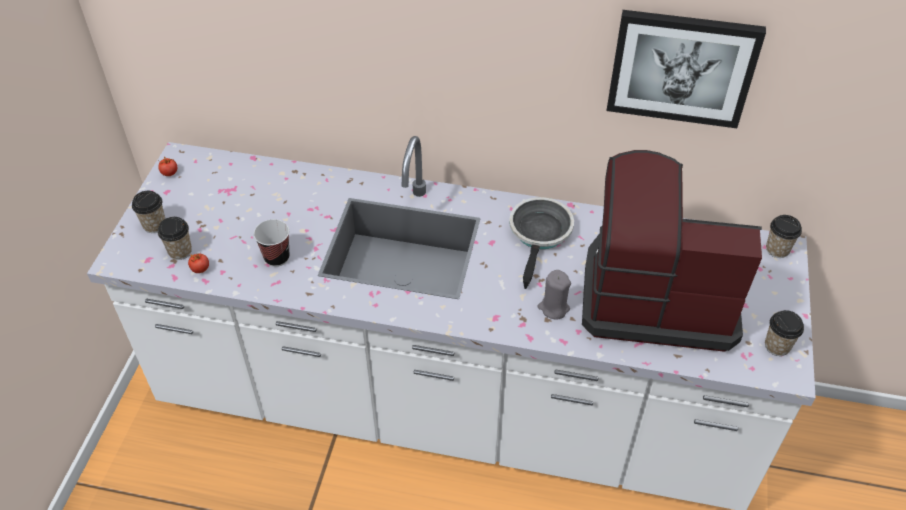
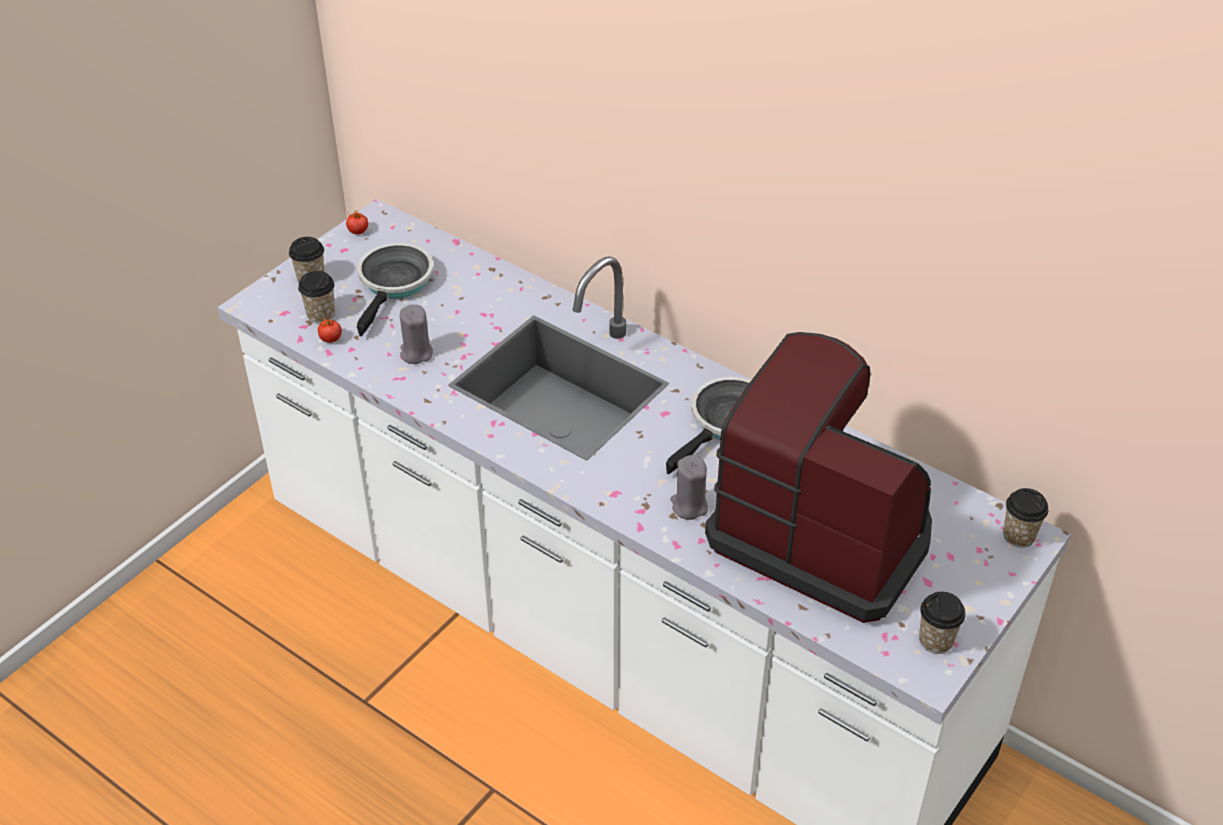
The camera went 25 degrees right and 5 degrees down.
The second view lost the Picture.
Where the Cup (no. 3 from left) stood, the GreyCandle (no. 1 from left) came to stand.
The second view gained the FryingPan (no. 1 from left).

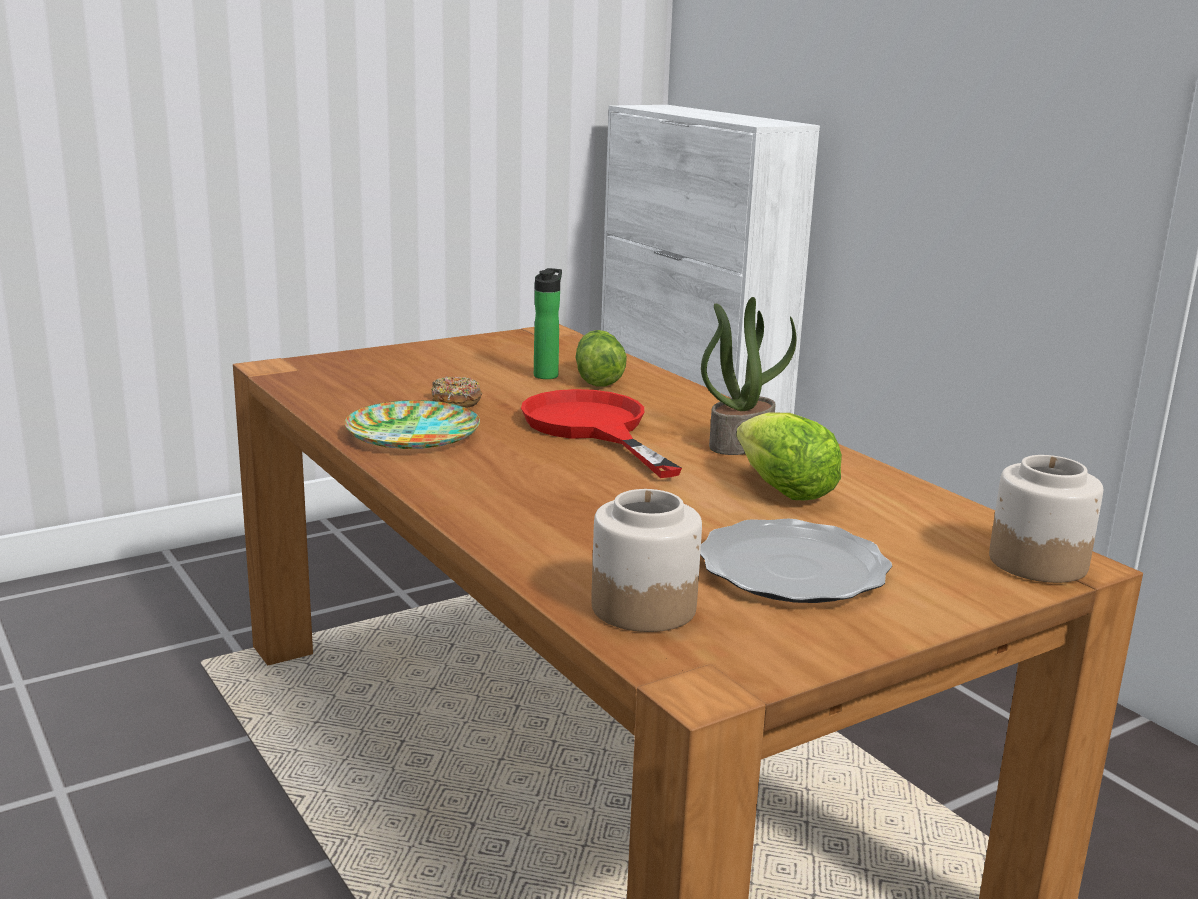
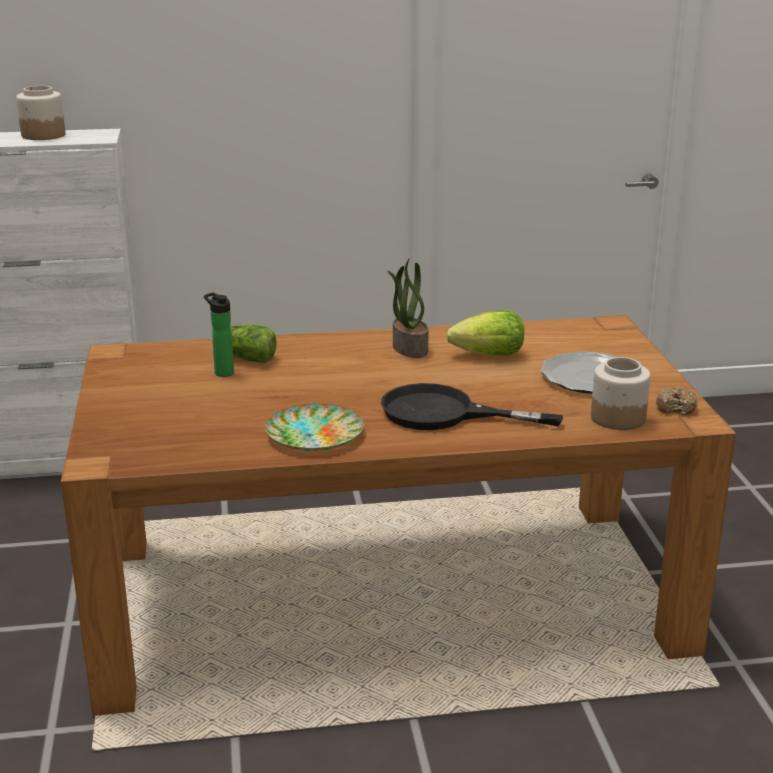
The camera went 65 degrees left and 5 degrees up.
The Donut ended up elsewhere.
The second view lost the RedFryingPan.
The Jar (no. 2 from left in the first image) ended up elsewhere.
The second view gained the BlackFryingPan.

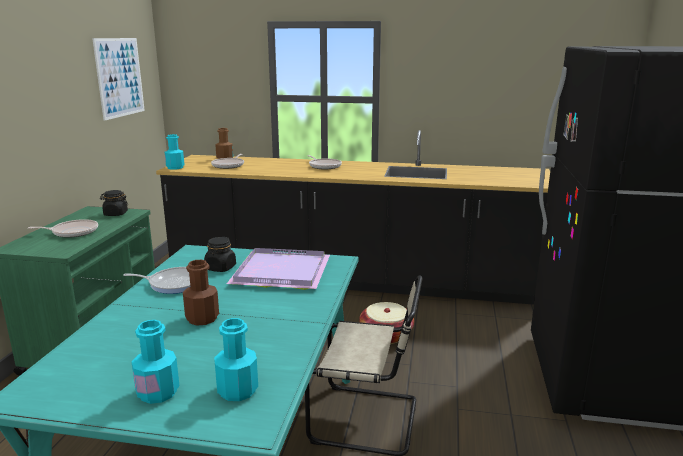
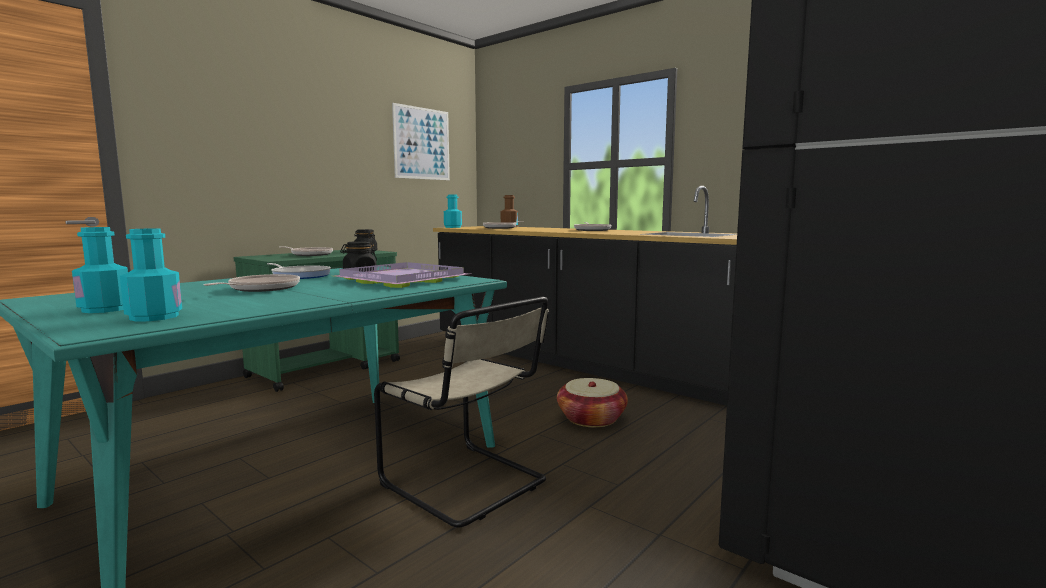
The camera went 30 degrees right and 10 degrees down.
Where the BrownBottle (no. 1 from left) stood, the FryingPan (no. 1 from left) came to stand.

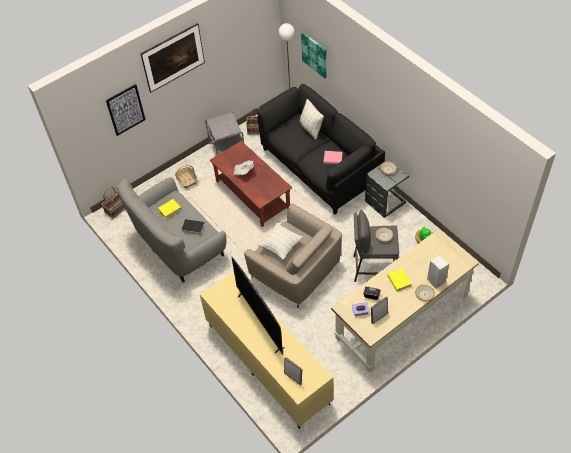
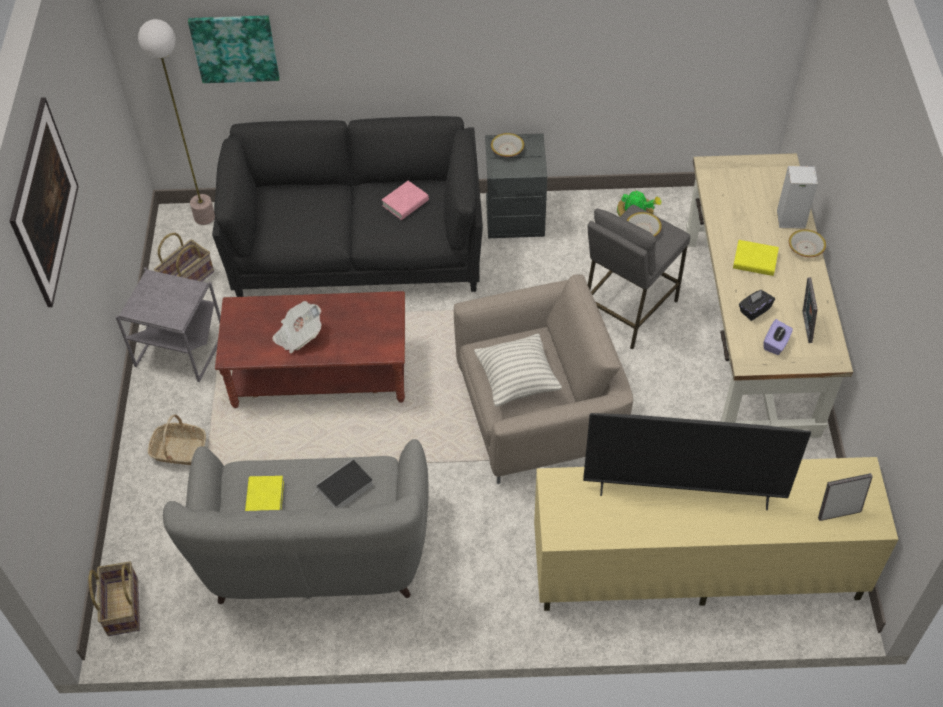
The camera went 55 degrees left and 0 degrees up.
The second view lost the Picture (no. 1 from left).
The second view lost the Pillow (no. 2 from left).

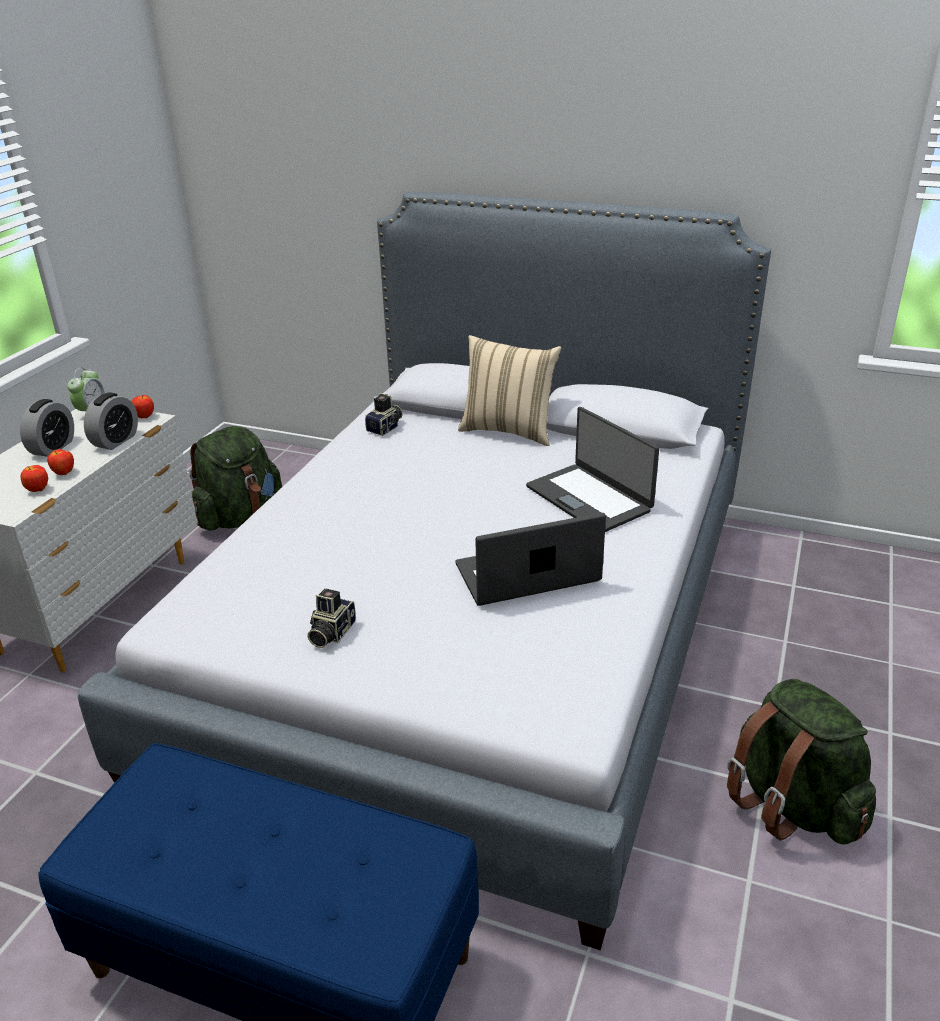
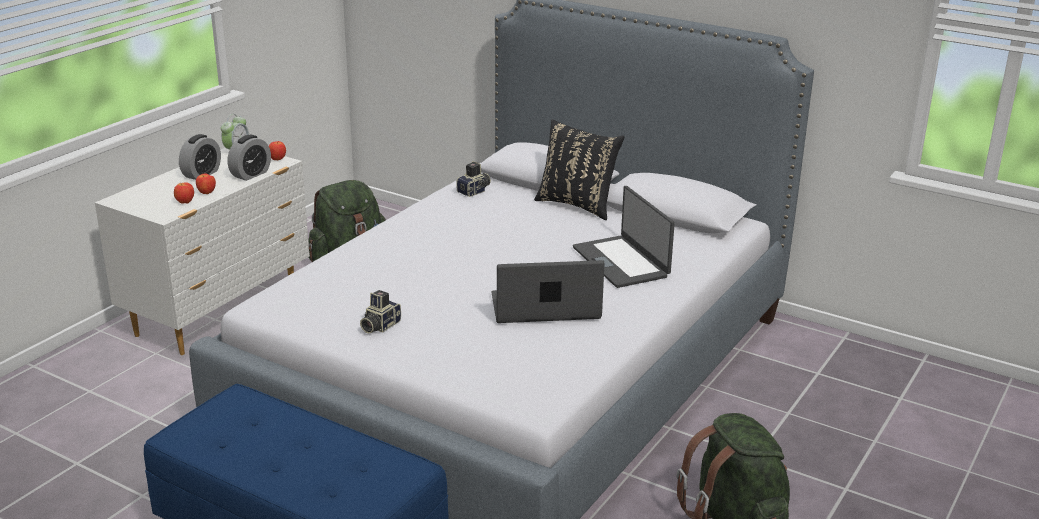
The camera went 10 degrees right and 5 degrees down.
What was the BeigePillow turned into the BlackPillow.

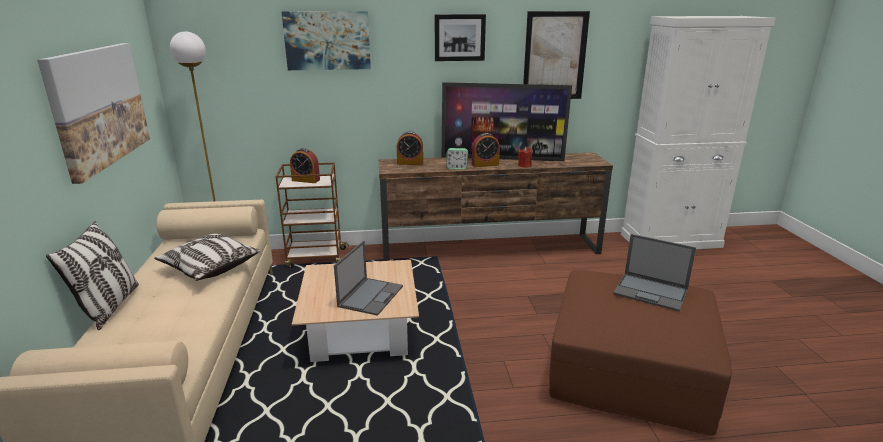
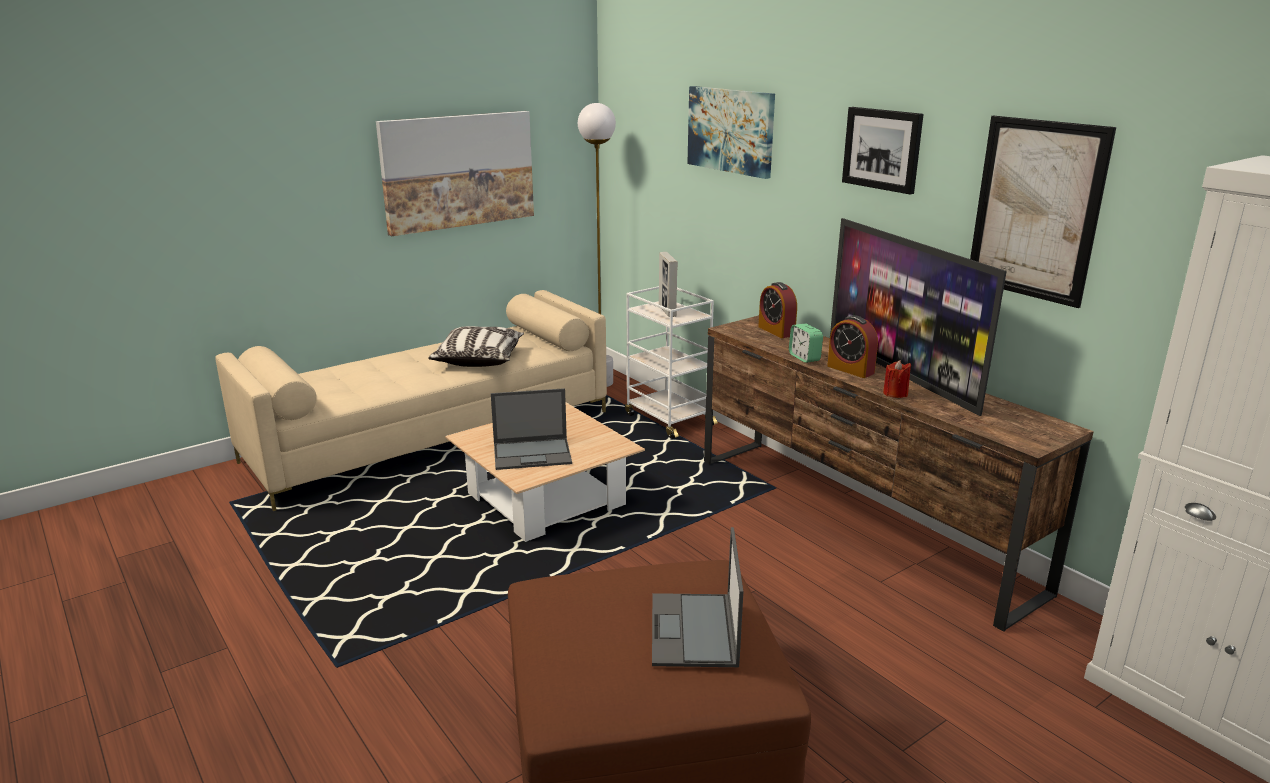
The camera went 60 degrees right and 0 degrees up.
Where the AlarmClock (no. 1 from left) stood, the PictureFrame came to stand.
What was the BrownCart turned into the WhiteCart.
The second view lost the Pillow (no. 1 from left).

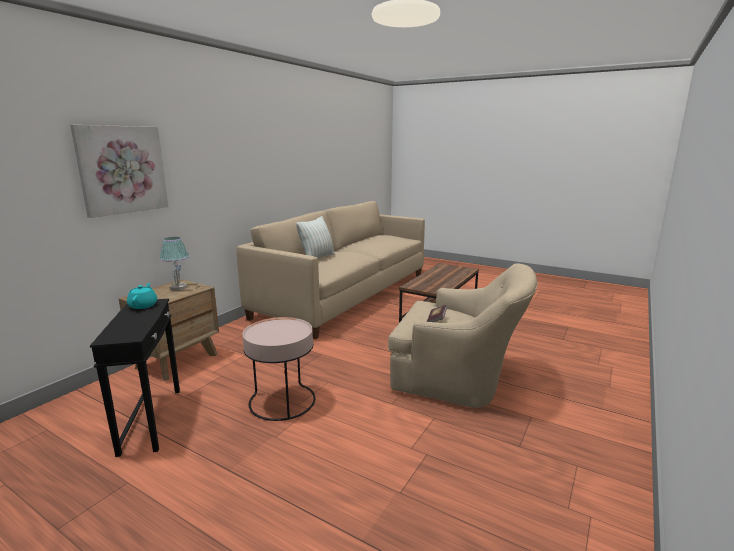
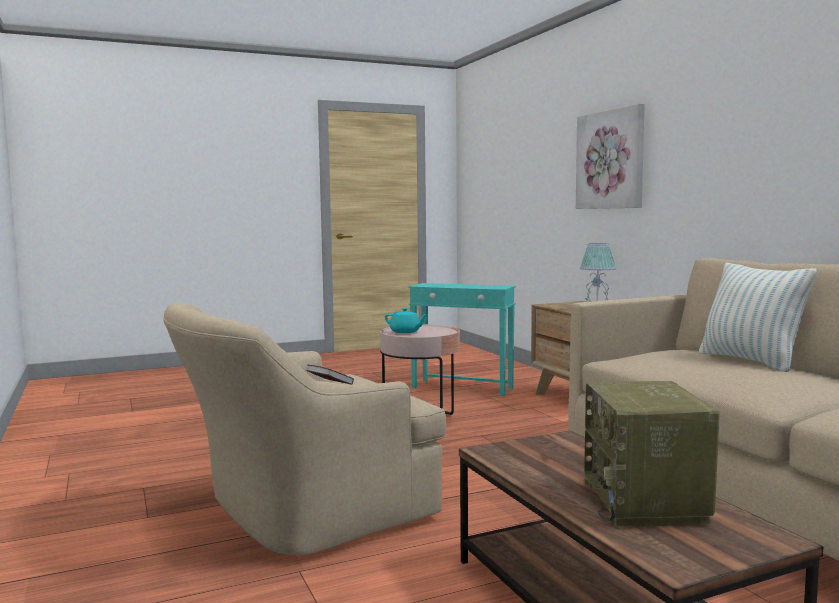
The camera went 125 degrees right and 10 degrees down.
The TurquoiseTeapot ended up elsewhere.
What was the BlackSideTable turned into the TurquoiseSideTable.
The second view gained the Radio.

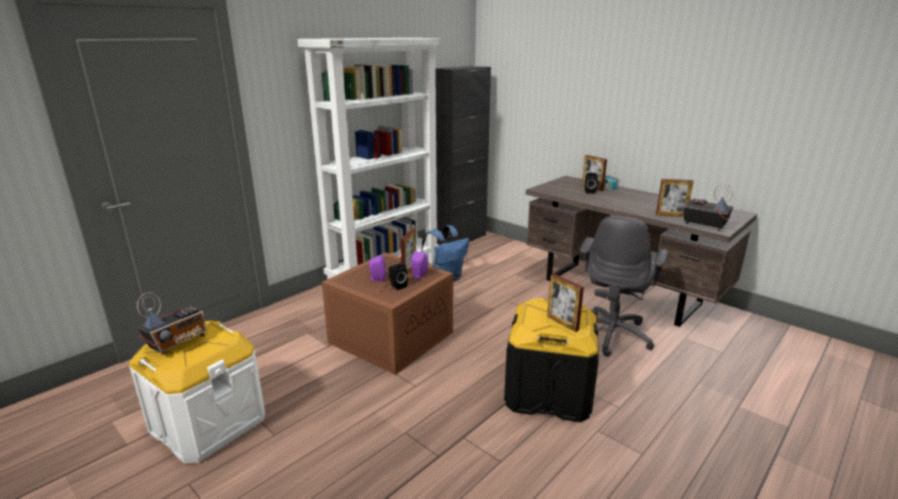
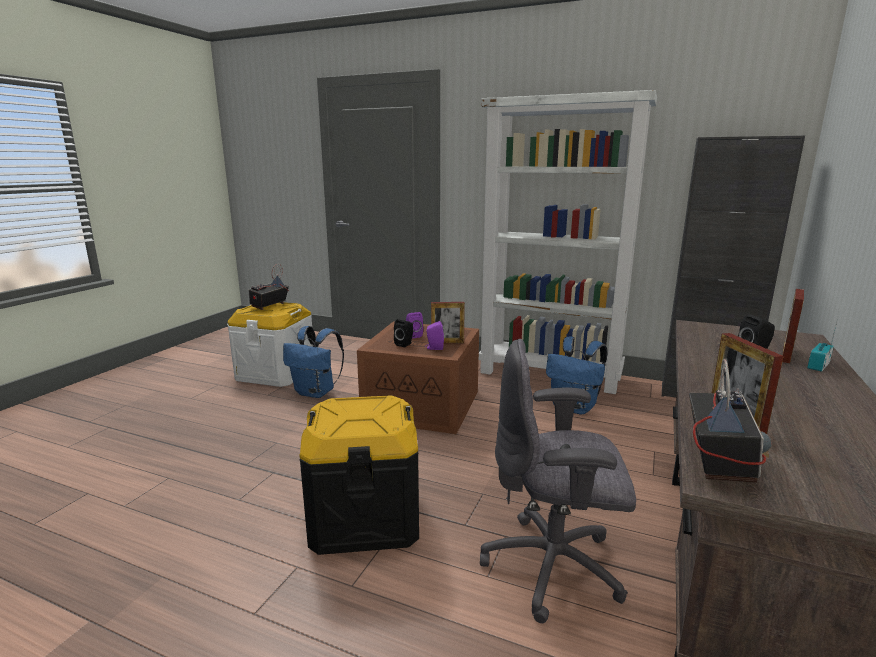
The camera went 70 degrees right and 5 degrees down.
The second view lost the PictureFrame (no. 2 from left).
The Radio (no. 1 from left) ended up facing another way, 105 degrees clockwise from before.
The second view gained the BlueBackpack (no. 1 from left).

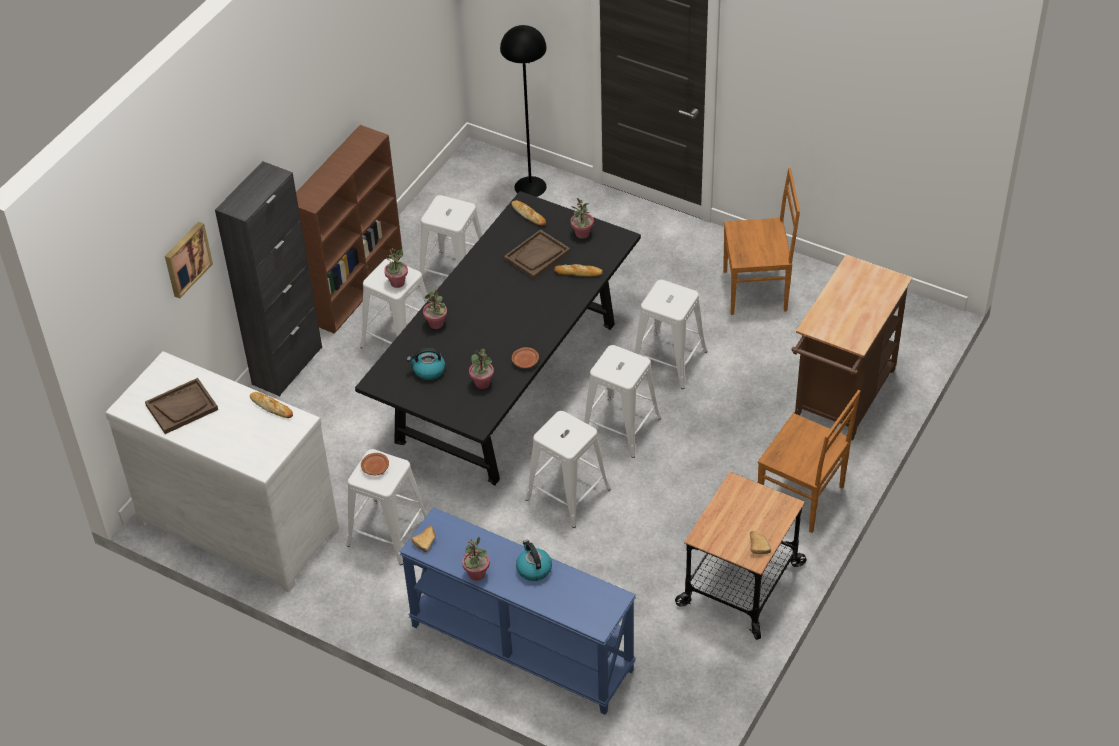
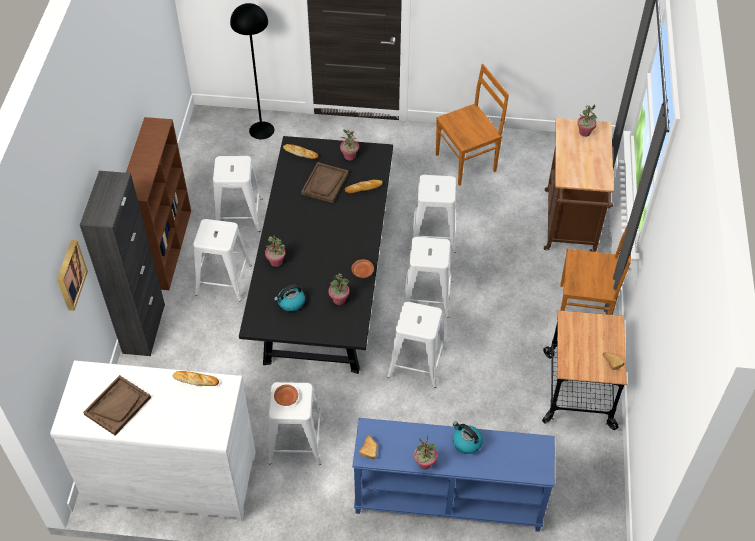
The camera went 25 degrees left and 5 degrees up.
The PottedPlant (no. 1 from left in the first image) ended up elsewhere.

